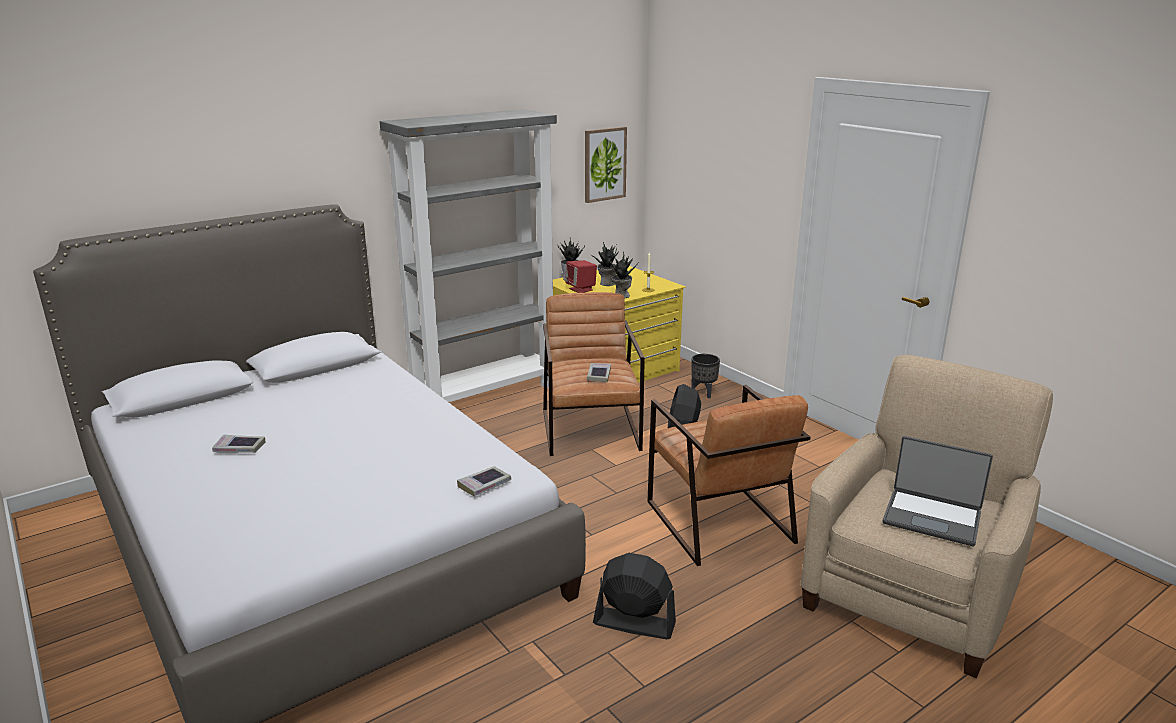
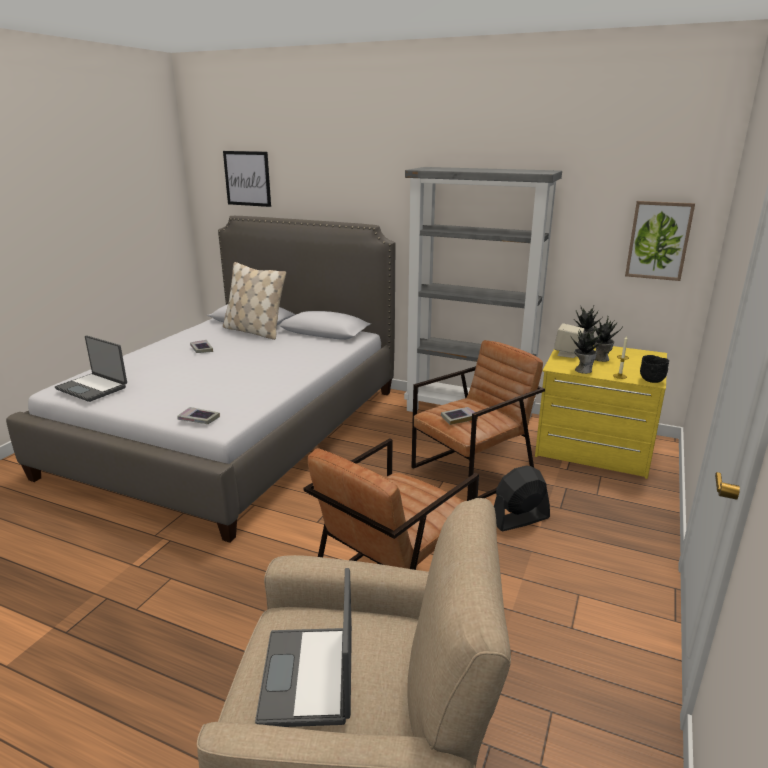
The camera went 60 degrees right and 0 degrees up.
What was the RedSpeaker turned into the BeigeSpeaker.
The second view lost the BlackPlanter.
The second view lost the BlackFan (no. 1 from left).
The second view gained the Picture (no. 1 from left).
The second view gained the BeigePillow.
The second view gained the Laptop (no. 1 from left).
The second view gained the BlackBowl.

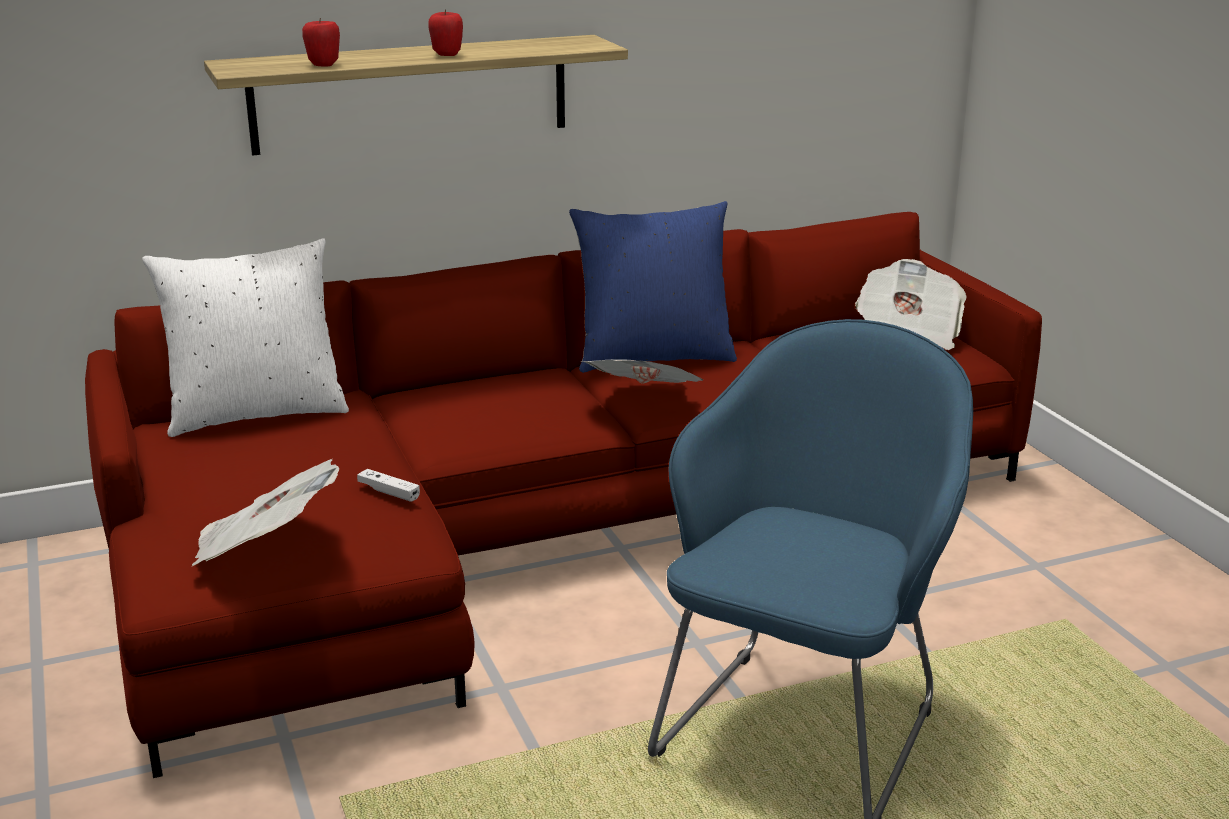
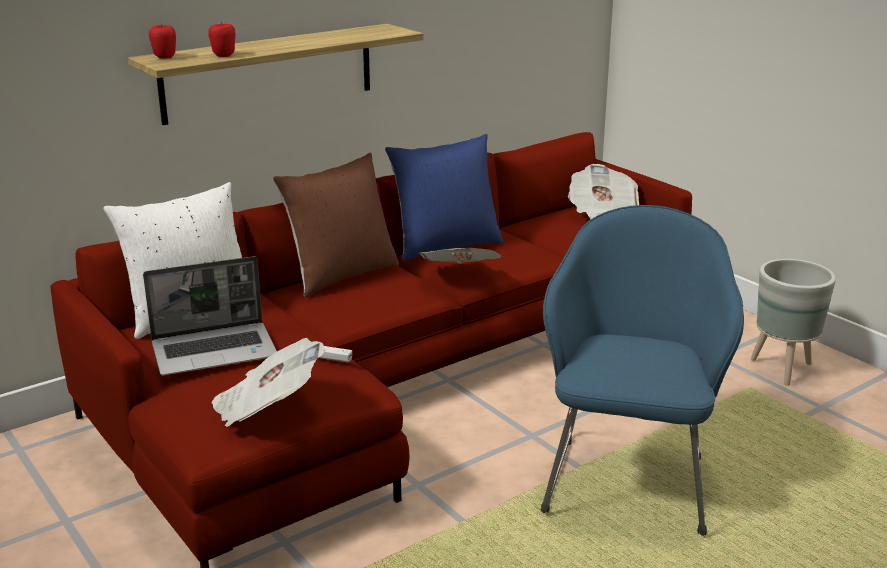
The camera went 15 degrees left and 0 degrees up.
The Apple (no. 2 from left in the first image) ended up elsewhere.
The second view gained the BrownPillow.
The second view gained the Laptop.
The second view gained the GreyPlanter.

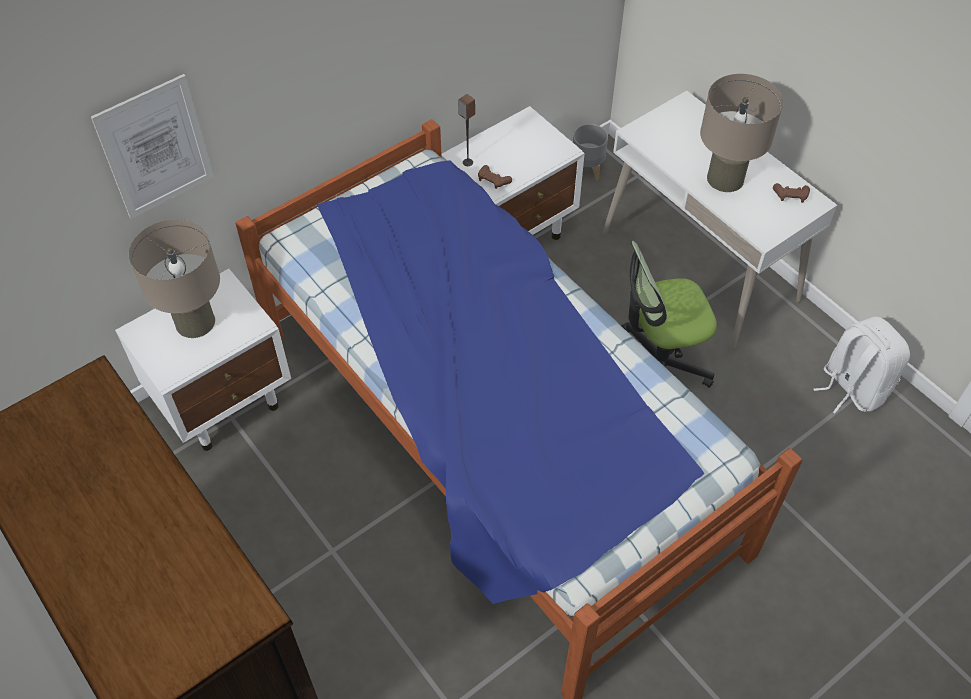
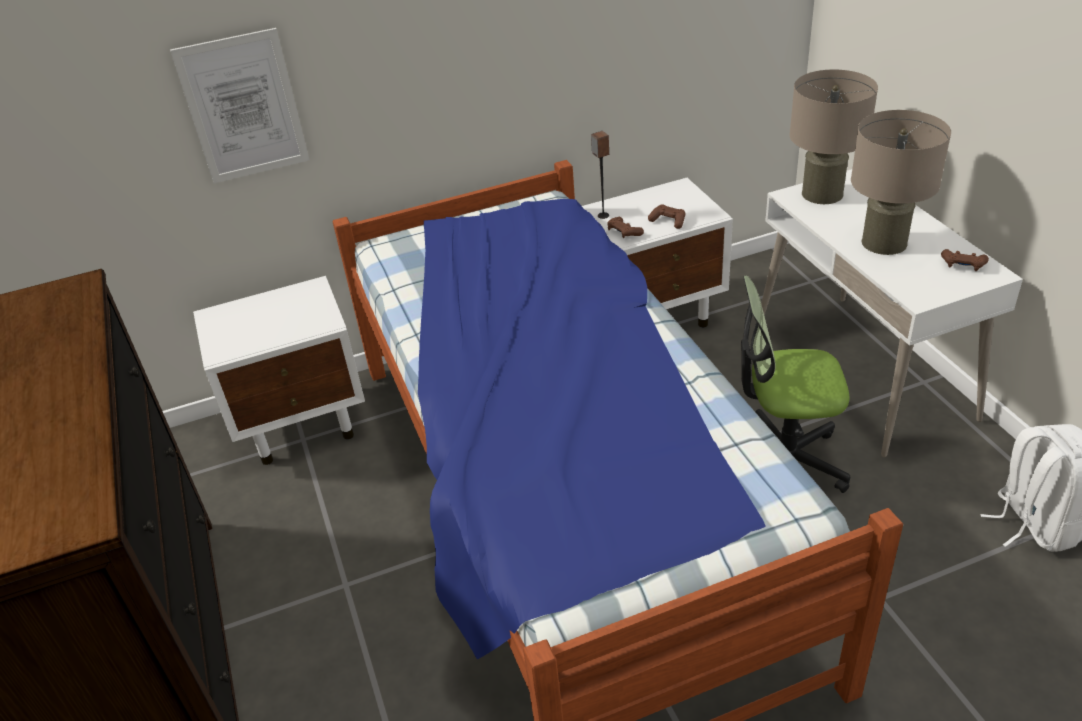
The camera went 20 degrees right and 15 degrees down.
The second view lost the GreyPlanter.
The BeigeTableLamp (no. 1 from left) ended up elsewhere.
The second view gained the BrownGameController (no. 2 from left).

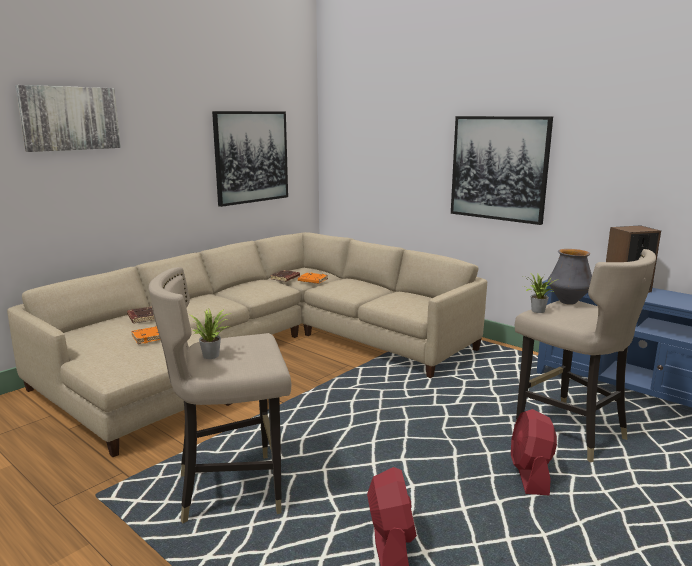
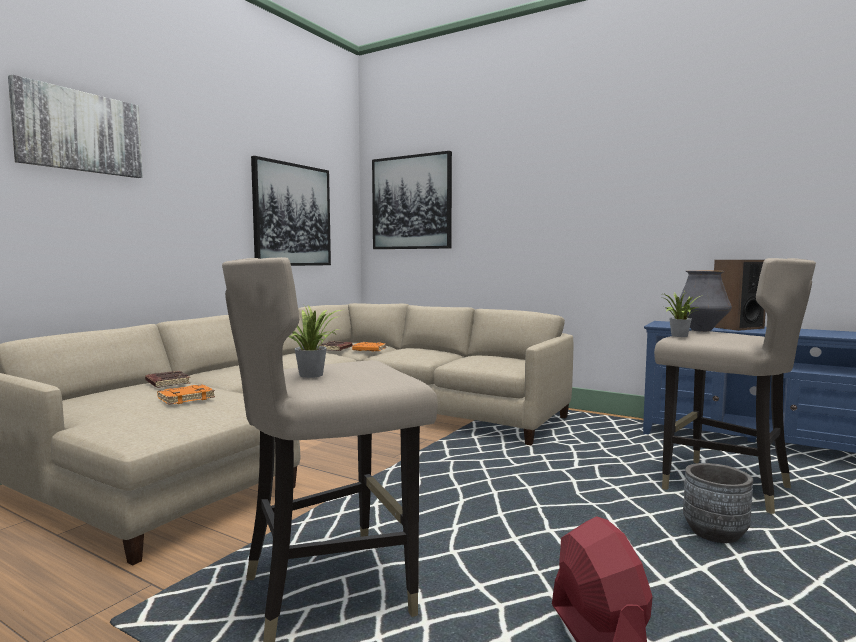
The camera went 10 degrees left and 10 degrees down.
The Picture (no. 3 from left) ended up elsewhere.
Where the RedFan (no. 2 from left) stood, the GreyPlanter came to stand.

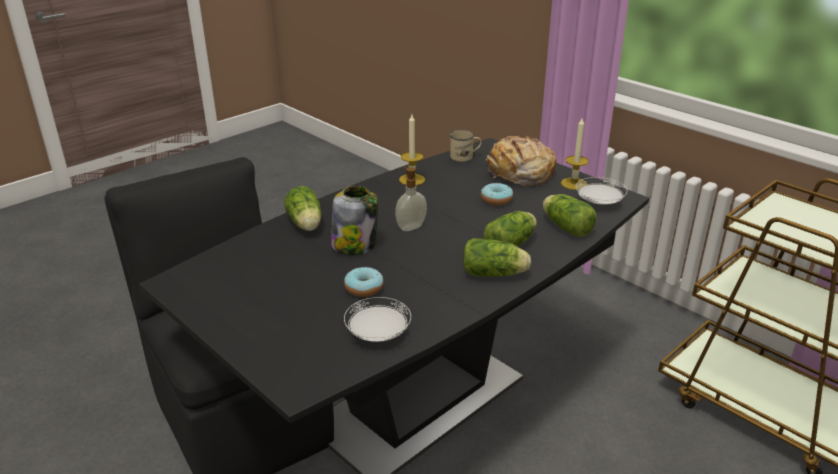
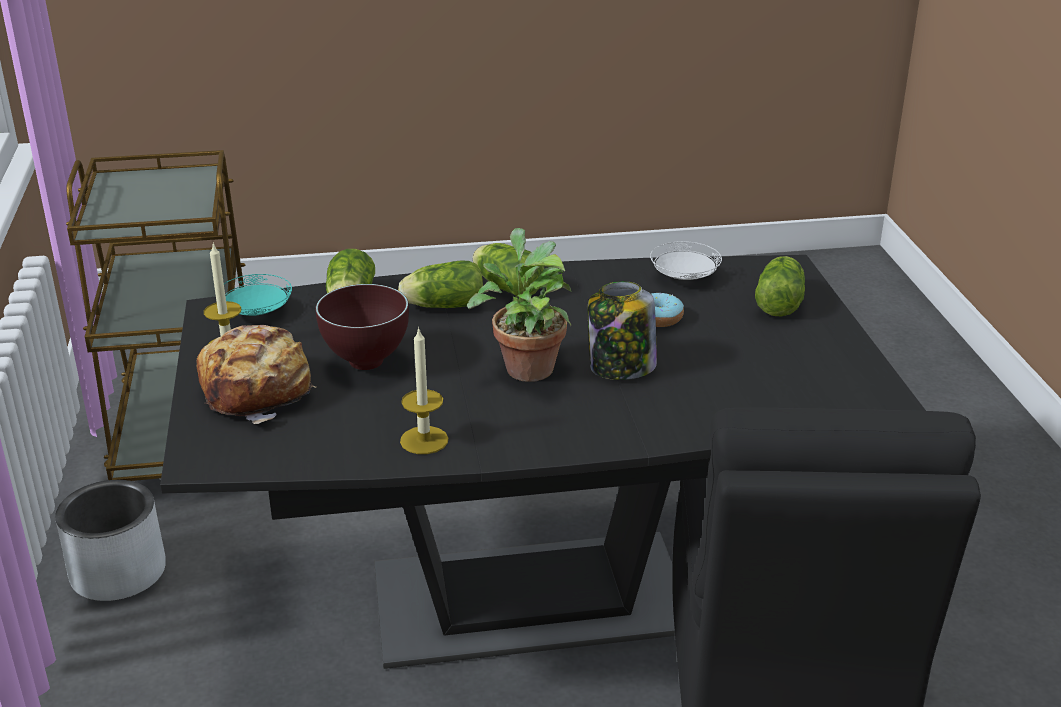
The camera went 145 degrees left and 0 degrees up.
The second view lost the BeigeMug.
Where the SoapDispenser stood, the PottedPlant came to stand.
What was the WhitePlate (no. 2 from left) turned into the TurquoisePlate.
Where the Donut (no. 2 from left) stood, the BrownBowl came to stand.
The Lettuce (no. 1 from left in the first image) ended up elsewhere.
The second view gained the GreyPlanter.

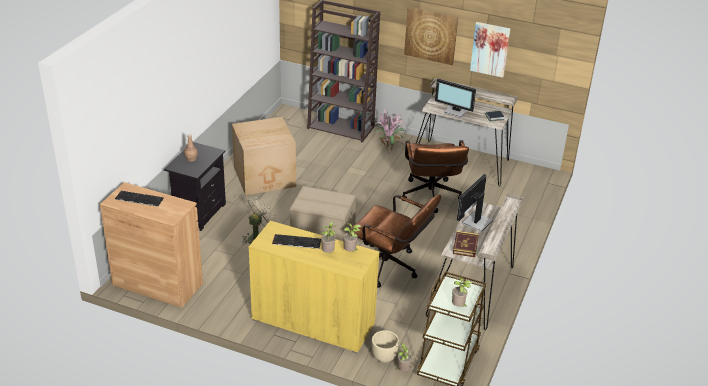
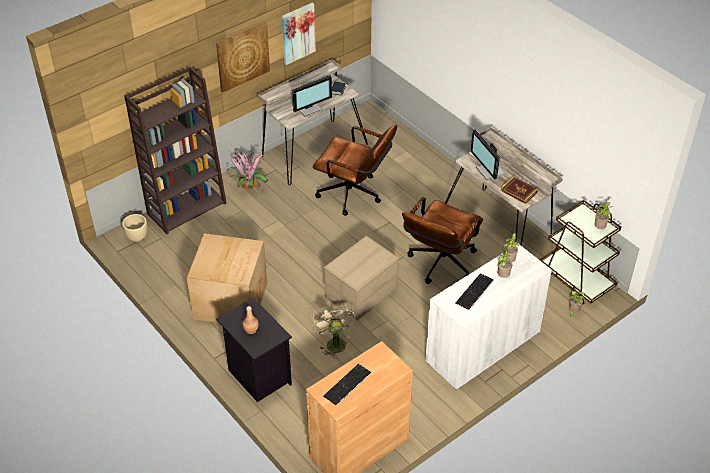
The camera went 60 degrees left and 10 degrees up.
The BrownOfficeChair (no. 1 from left in the first image) ended up facing another way, 150 degrees clockwise from before.
What was the YellowCabinet turned into the WhiteCabinet.
The BeigePlanter ended up elsewhere.

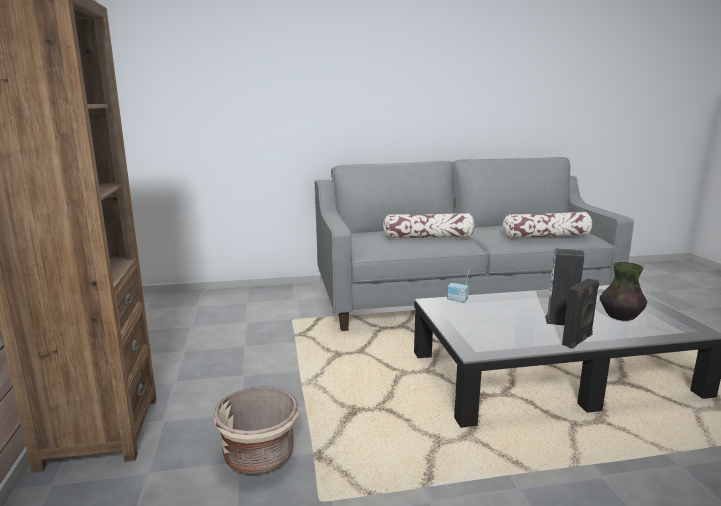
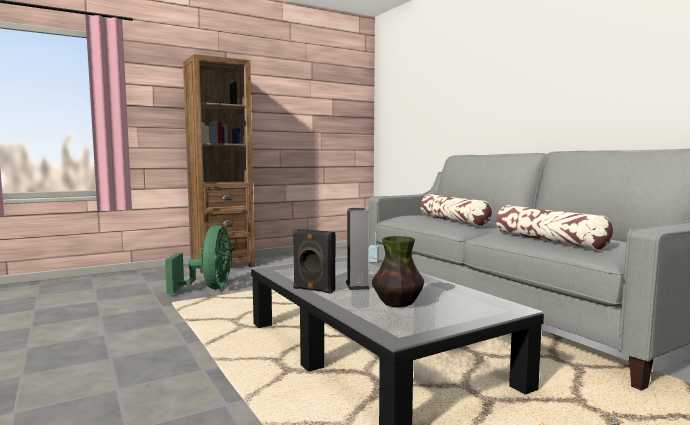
The camera went 70 degrees right and 10 degrees down.
Where the BeigePlanter stood, the GreenFan came to stand.

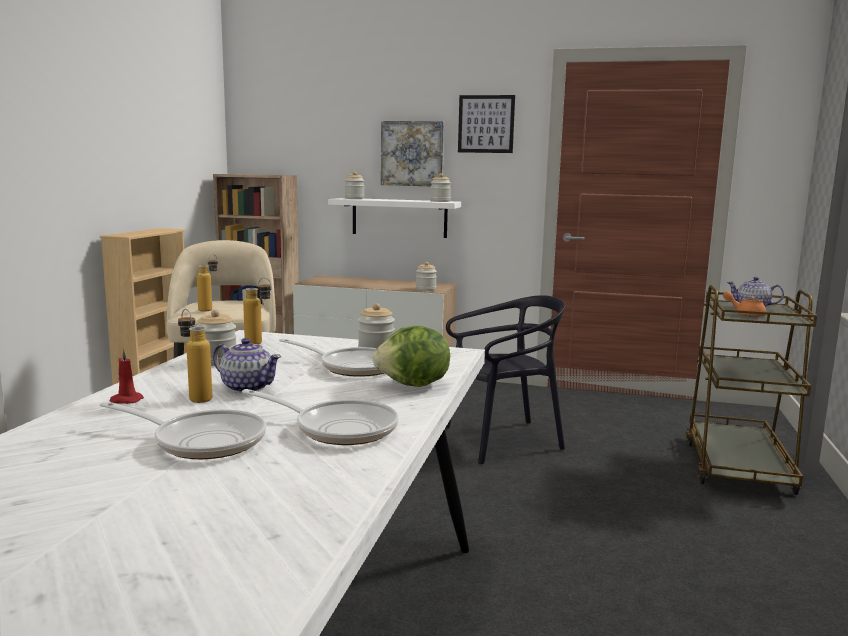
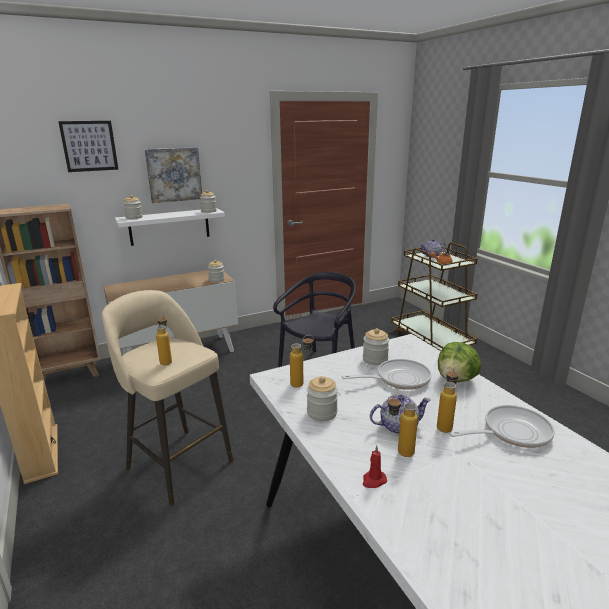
The camera went 40 degrees left and 10 degrees up.
The Picture (no. 2 from left in the first image) ended up elsewhere.
The second view lost the FryingPan (no. 1 from left).
The second view gained the Bottle (no. 4 from left).

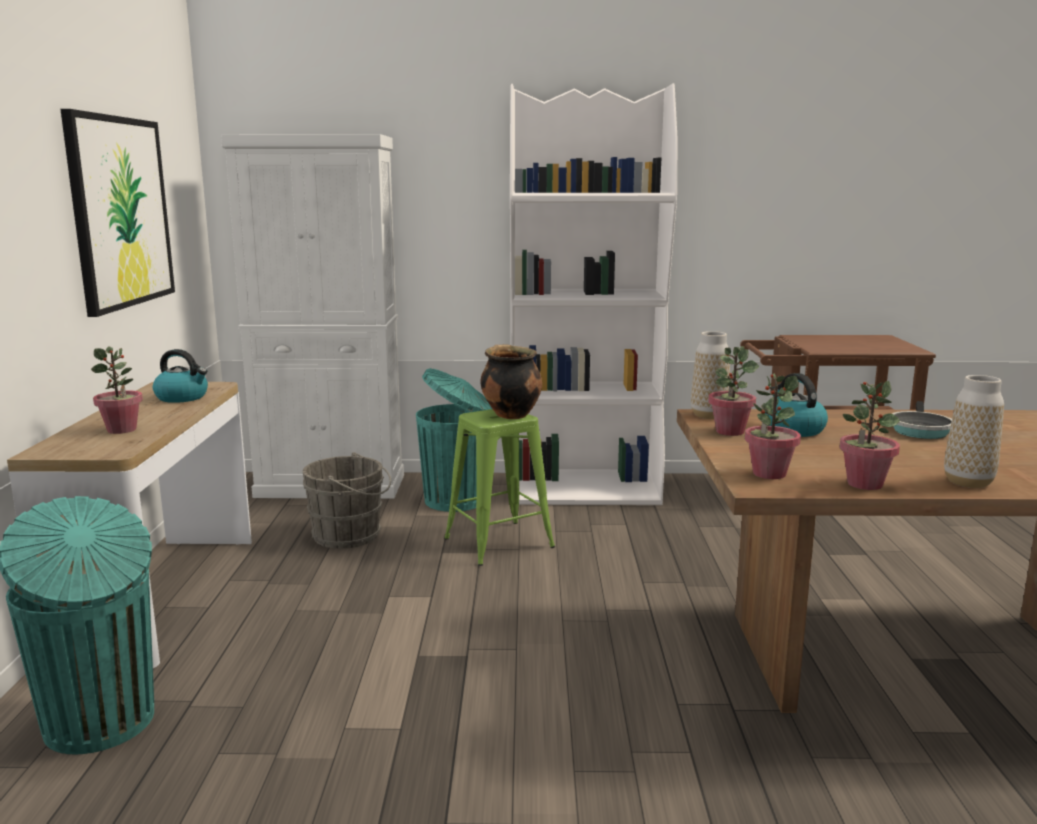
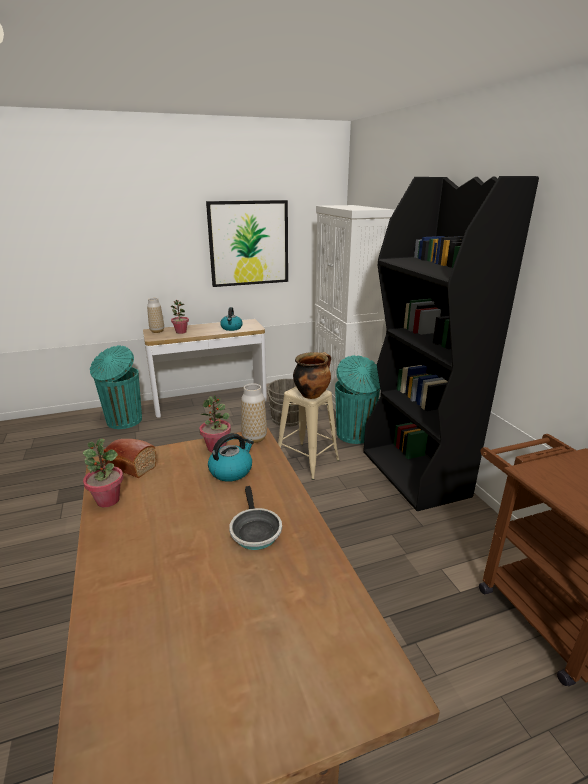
The camera went 70 degrees right and 10 degrees up.
What was the WhiteBookcase turned into the BlackBookcase.
Where the PottedPlant (no. 3 from left) stood, the Bread came to stand.
The Vase (no. 2 from left in the first image) ended up elsewhere.
The FryingPan ended up facing another way, 105 degrees counterclockwise from before.
What was the GreenStool turned into the BeigeStool.

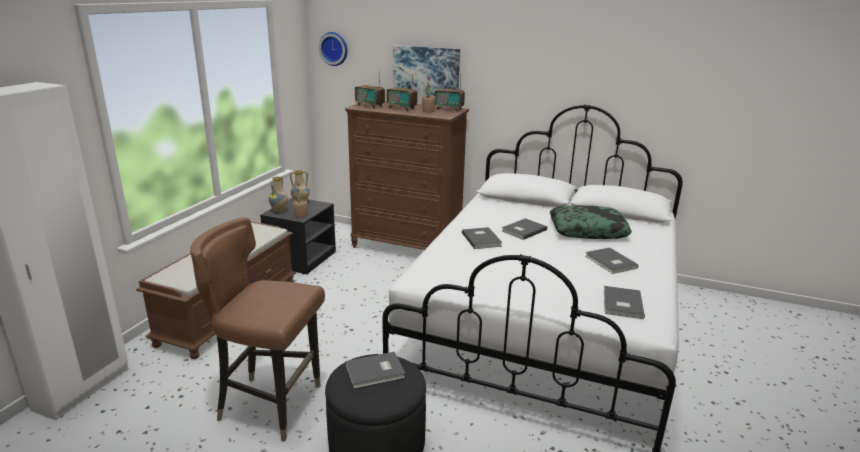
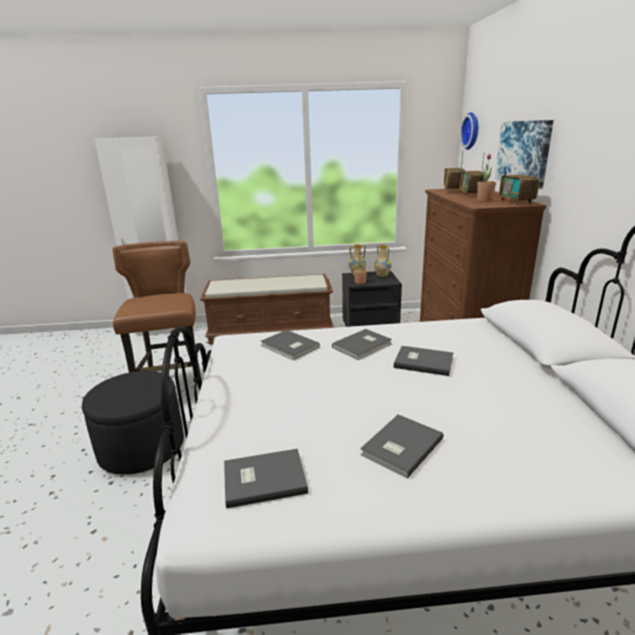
The camera went 65 degrees right and 0 degrees up.
The second view lost the Pillow.
The GreyBook (no. 1 from left in the first image) ended up elsewhere.

